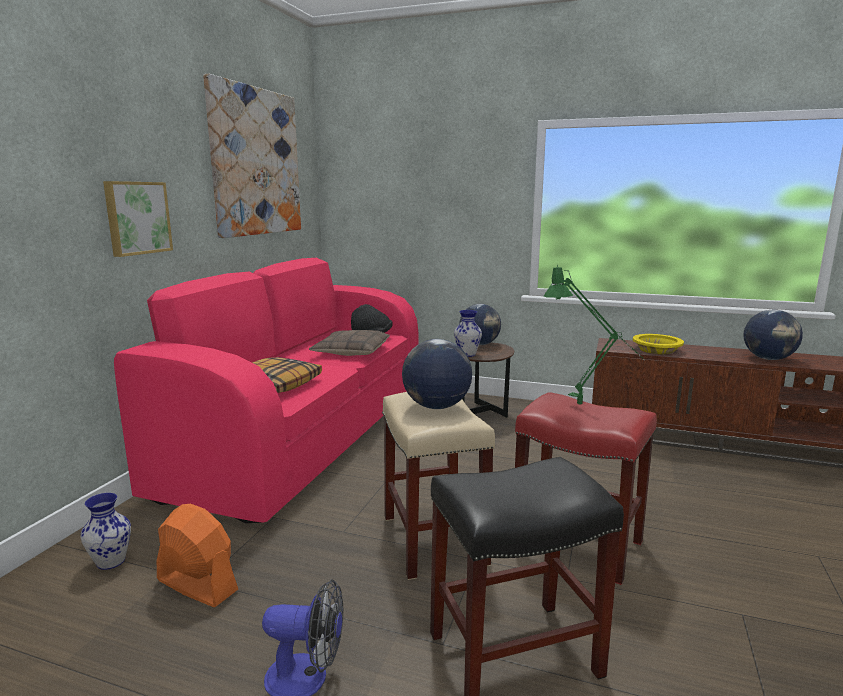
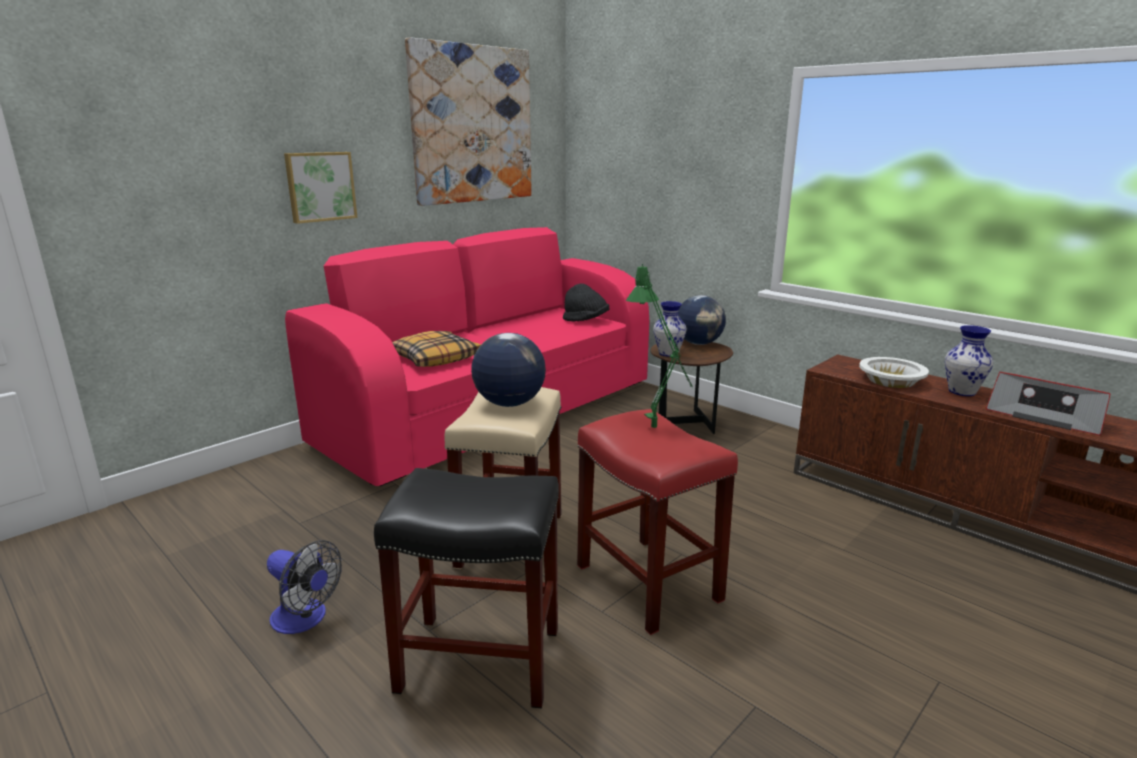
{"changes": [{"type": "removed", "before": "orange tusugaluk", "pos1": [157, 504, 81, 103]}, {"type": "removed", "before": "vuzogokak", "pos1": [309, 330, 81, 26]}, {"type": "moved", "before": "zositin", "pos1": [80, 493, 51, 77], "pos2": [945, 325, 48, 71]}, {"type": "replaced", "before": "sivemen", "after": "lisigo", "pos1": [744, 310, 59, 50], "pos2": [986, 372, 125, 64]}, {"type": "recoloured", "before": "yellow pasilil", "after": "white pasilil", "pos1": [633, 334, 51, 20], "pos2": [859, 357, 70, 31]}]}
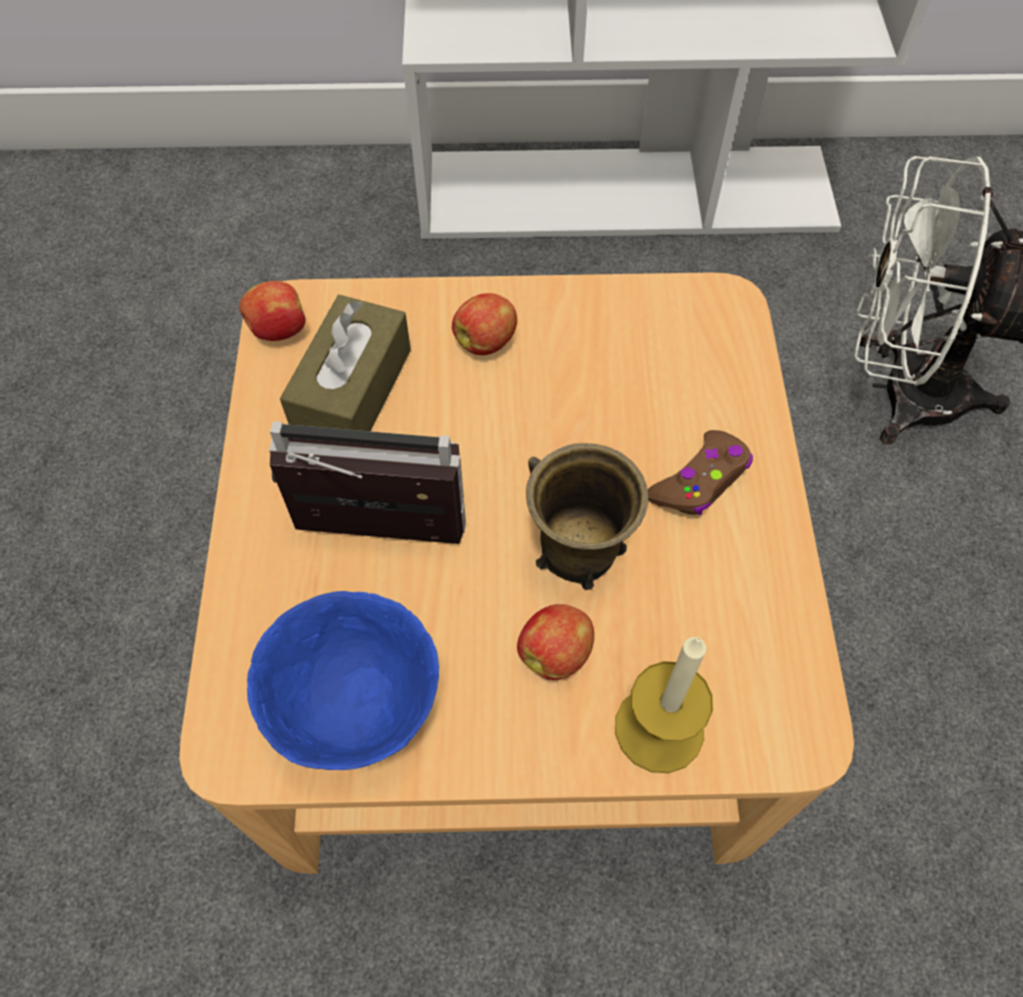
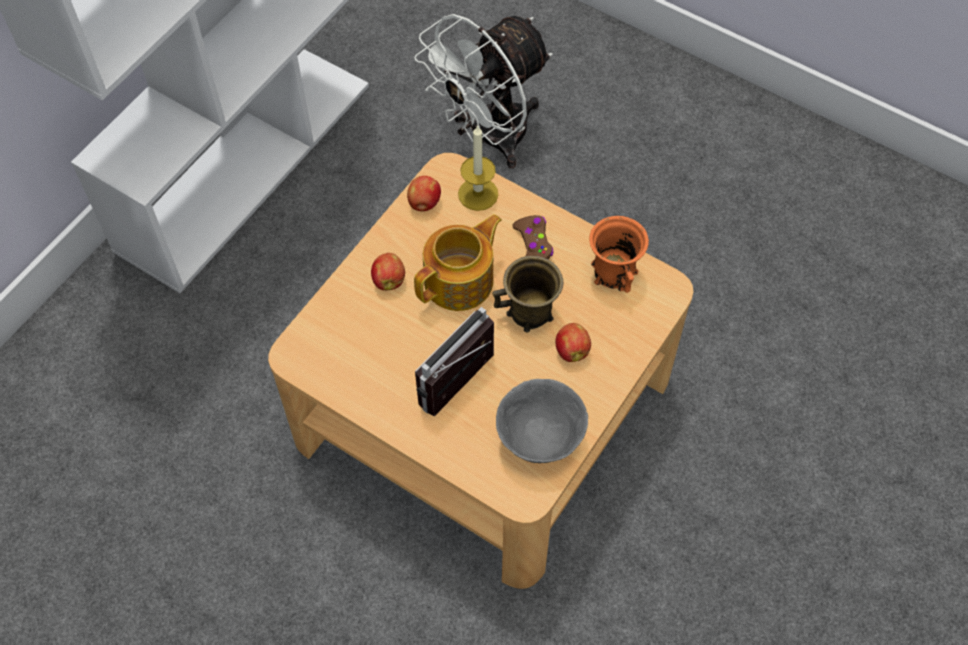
{"changes": [{"type": "removed", "before": "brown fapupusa", "pos1": [280, 295, 131, 136]}, {"type": "added", "after": "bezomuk", "pos2": [414, 214, 88, 97]}, {"type": "added", "after": "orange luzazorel", "pos2": [589, 216, 60, 77]}, {"type": "moved", "before": "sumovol", "pos1": [239, 281, 67, 60], "pos2": [407, 176, 34, 35]}, {"type": "moved", "before": "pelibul", "pos1": [615, 637, 98, 136], "pos2": [458, 125, 40, 86]}, {"type": "recoloured", "before": "blue pasilil", "after": "grey pasilil", "pos1": [247, 591, 192, 179], "pos2": [496, 379, 92, 84]}]}
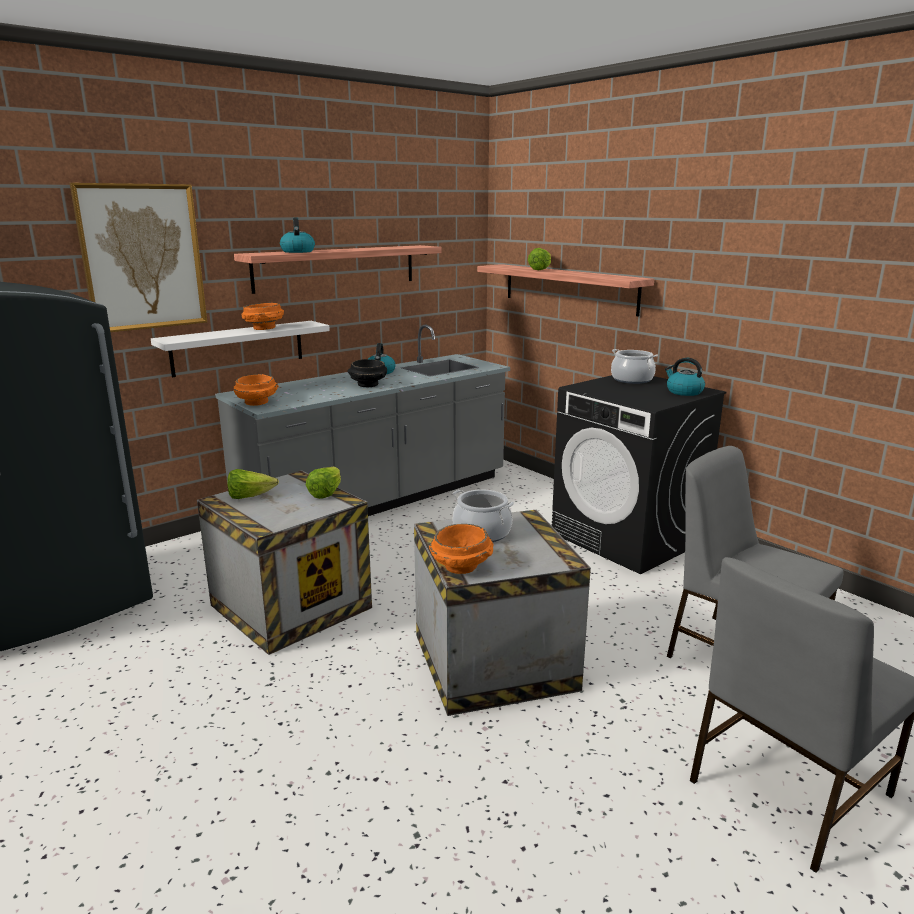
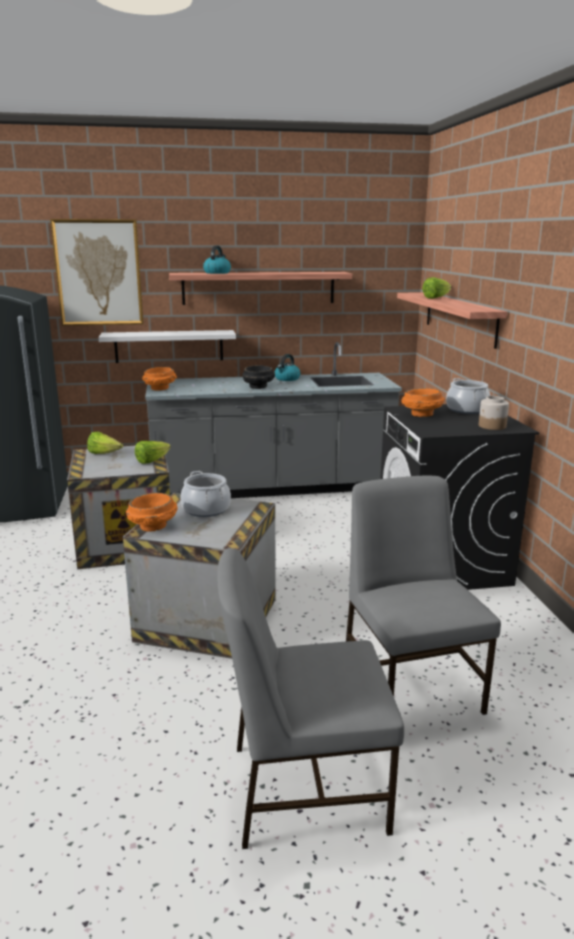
{"changes": [{"type": "moved", "before": "orange pasilil", "pos1": [242, 303, 42, 27], "pos2": [402, 388, 43, 29]}, {"type": "replaced", "before": "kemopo", "after": "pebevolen", "pos1": [665, 358, 40, 38], "pos2": [479, 396, 30, 34]}]}
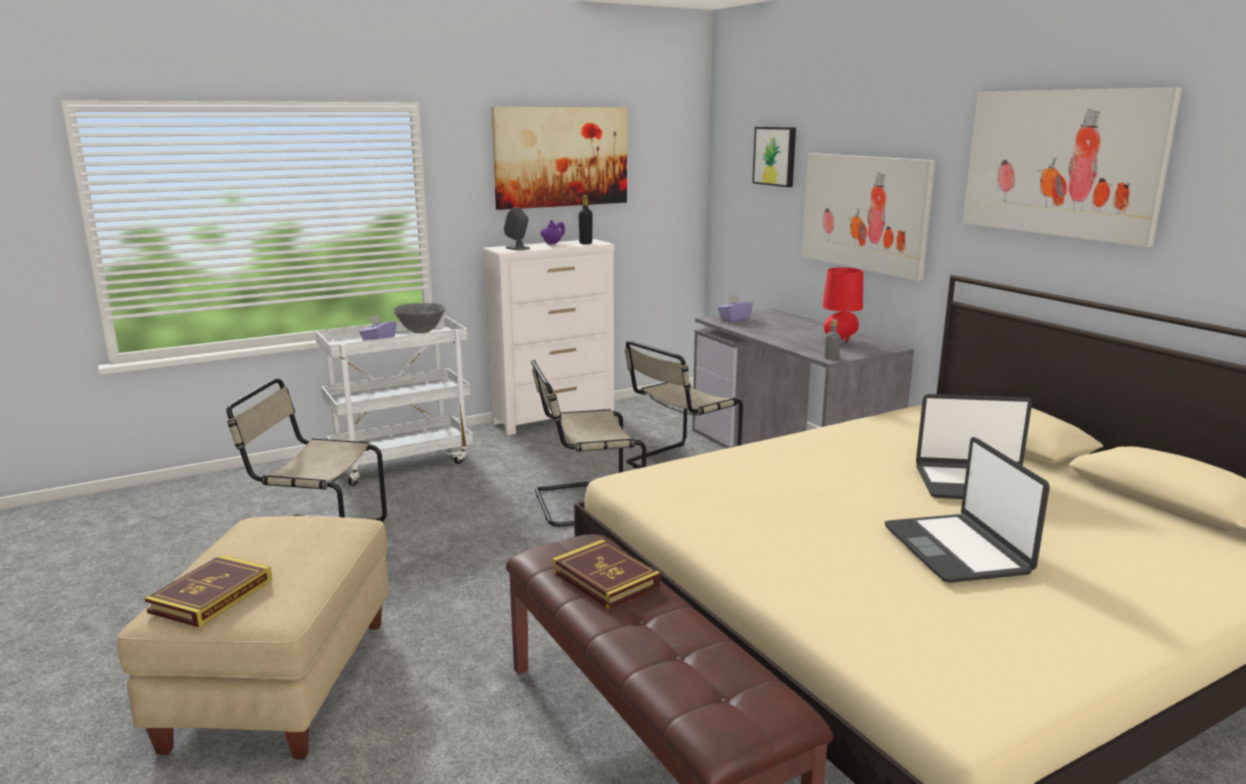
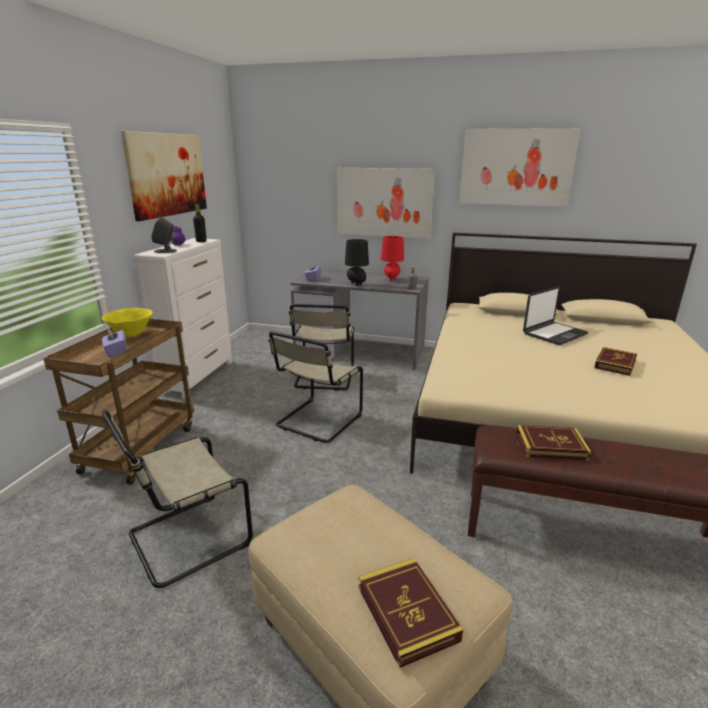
{"changes": [{"type": "removed", "before": "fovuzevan", "pos1": [752, 127, 44, 60]}, {"type": "added", "after": "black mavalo", "pos2": [345, 239, 24, 47]}, {"type": "replaced", "before": "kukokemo", "after": "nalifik", "pos1": [885, 437, 165, 146], "pos2": [594, 347, 43, 29]}, {"type": "recoloured", "before": "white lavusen", "after": "brown lavusen", "pos1": [315, 316, 159, 170], "pos2": [43, 319, 151, 166]}, {"type": "recoloured", "before": "grey pasilil", "after": "yellow pasilil", "pos1": [392, 303, 54, 30], "pos2": [102, 308, 51, 29]}]}
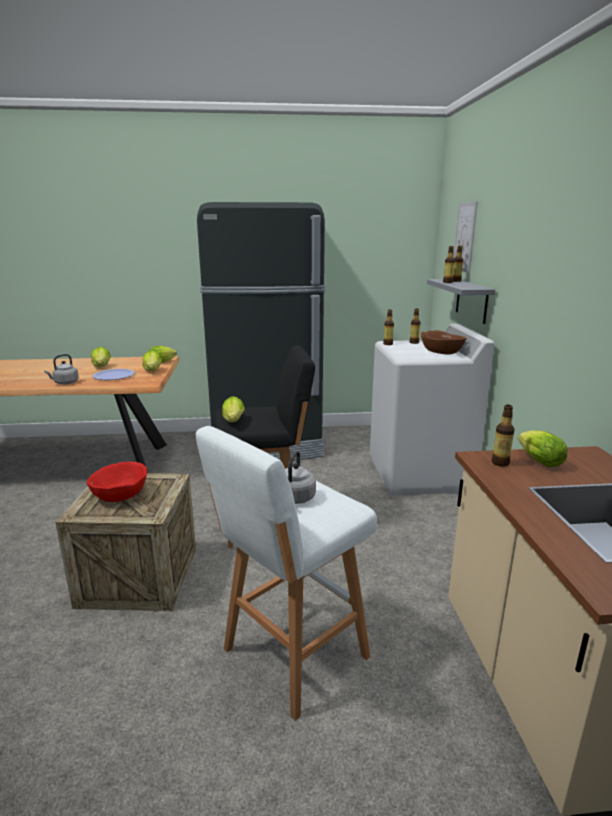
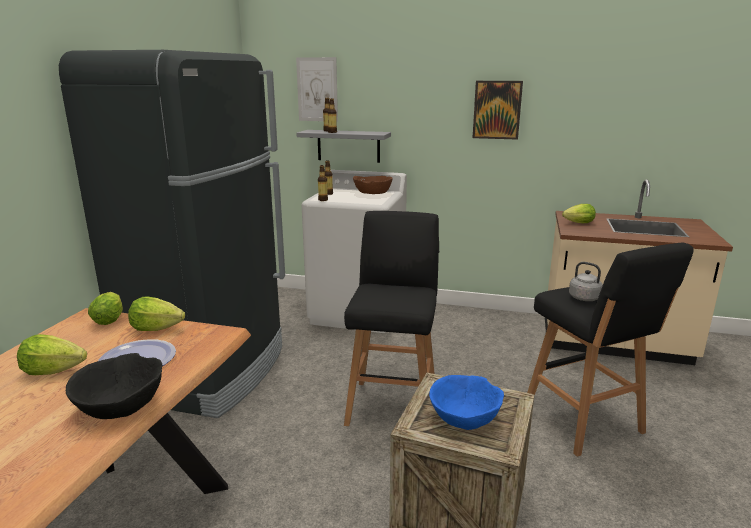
{"changes": [{"type": "removed", "before": "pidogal", "pos1": [222, 396, 23, 26]}, {"type": "removed", "before": "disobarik", "pos1": [492, 405, 23, 62]}, {"type": "added", "after": "fovuzevan", "pos2": [473, 81, 50, 59]}, {"type": "replaced", "before": "grey kemopo", "after": "black pasilil", "pos1": [44, 354, 35, 30], "pos2": [66, 353, 96, 66]}, {"type": "recoloured", "before": "red pasilil", "after": "blue pasilil", "pos1": [87, 462, 60, 40], "pos2": [429, 375, 75, 55]}, {"type": "recoloured", "before": "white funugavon", "after": "black funugavon", "pos1": [196, 426, 181, 295], "pos2": [527, 243, 167, 214]}]}
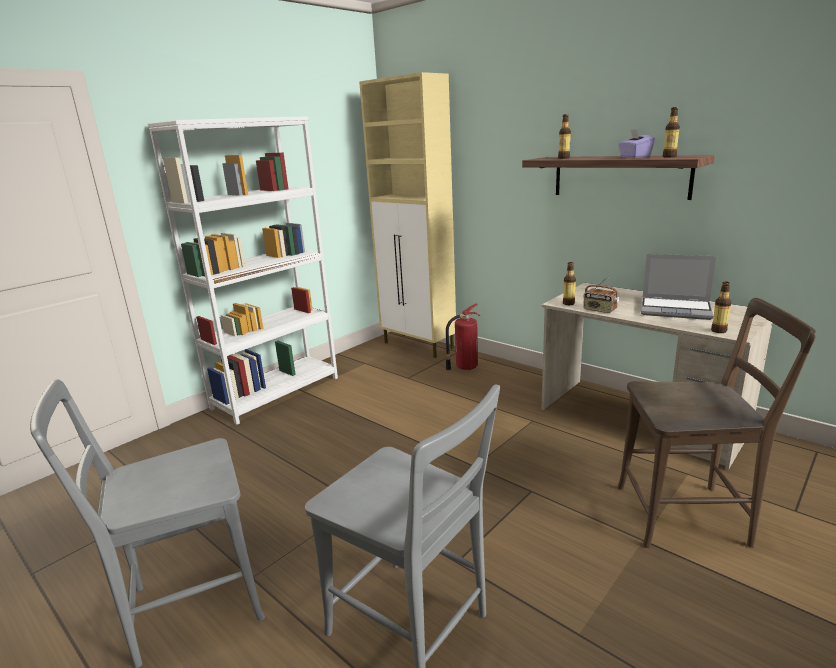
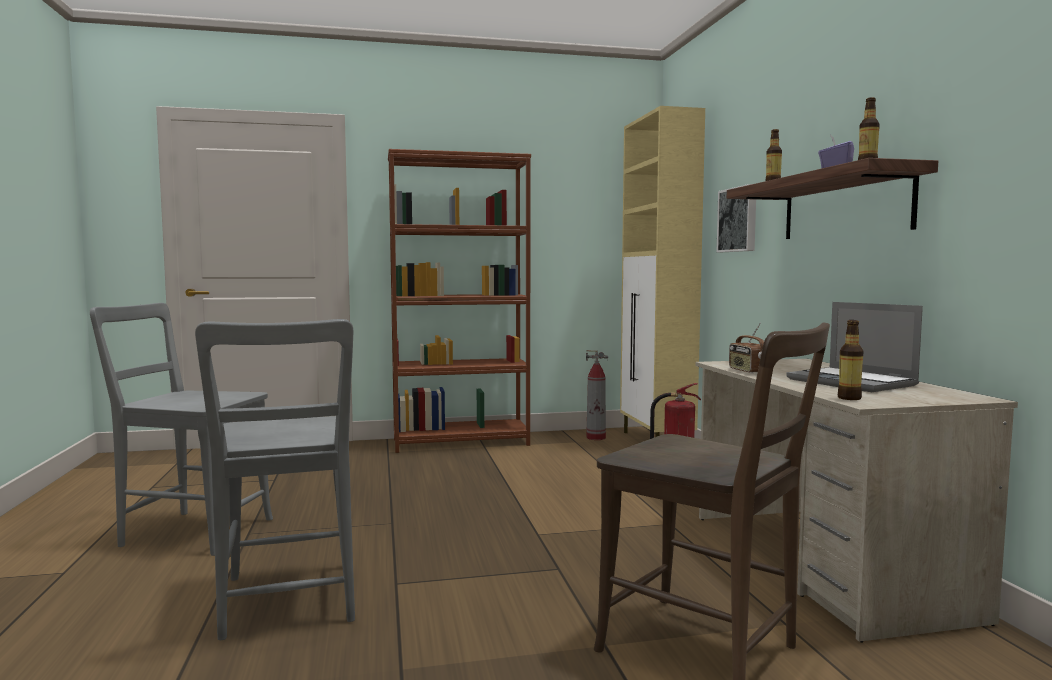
{"changes": [{"type": "removed", "before": "disobarik", "pos1": [563, 262, 13, 43]}, {"type": "added", "after": "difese", "pos2": [586, 350, 22, 90]}, {"type": "added", "after": "fovuzevan", "pos2": [717, 184, 39, 68]}, {"type": "recoloured", "before": "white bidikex", "after": "brown bidikex", "pos1": [147, 116, 191, 309], "pos2": [388, 149, 143, 304]}]}
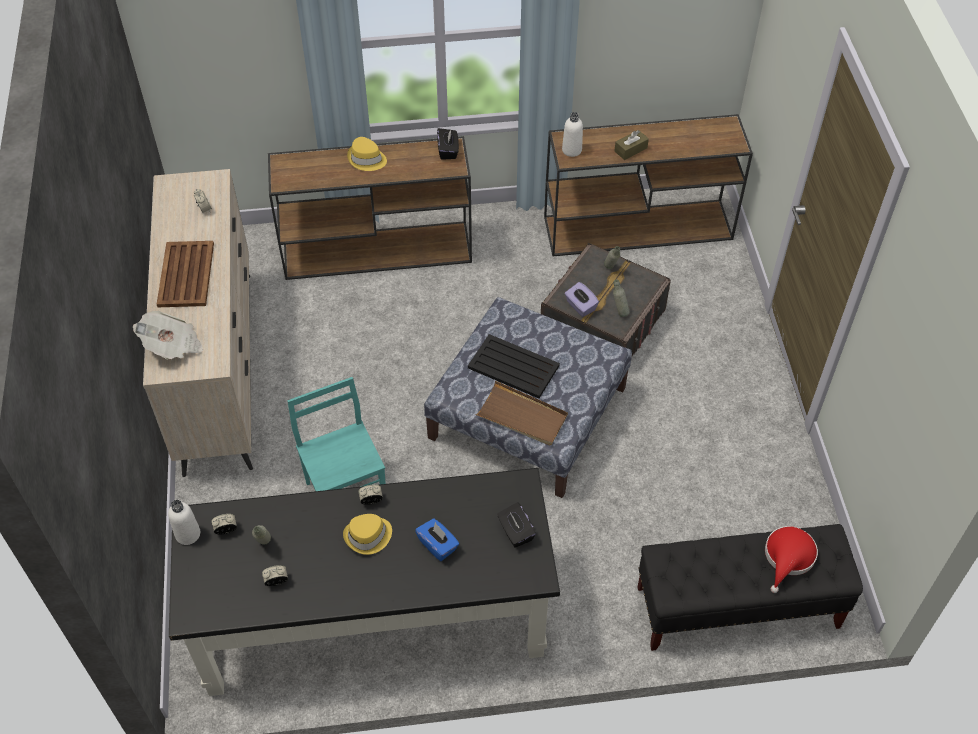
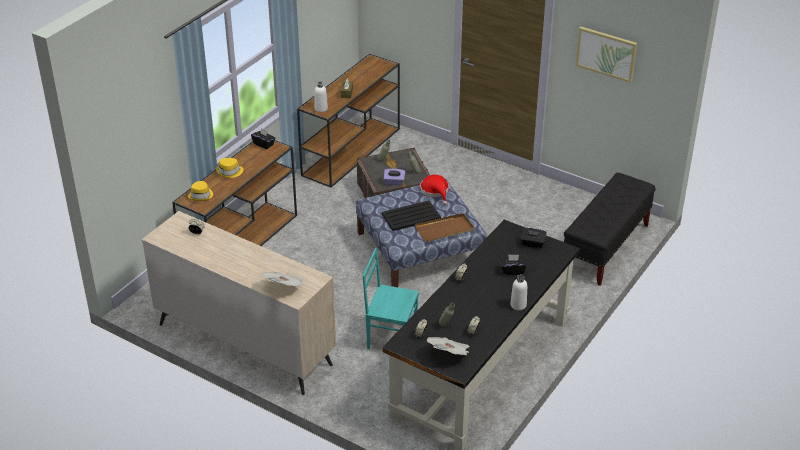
{"changes": [{"type": "removed", "before": "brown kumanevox", "pos1": [157, 241, 57, 66]}, {"type": "added", "after": "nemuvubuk", "pos2": [427, 337, 42, 18]}, {"type": "added", "after": "fovuzevan", "pos2": [576, 27, 61, 56]}, {"type": "moved", "before": "white disobarik", "pos1": [168, 500, 32, 45], "pos2": [511, 275, 16, 35]}, {"type": "moved", "before": "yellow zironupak", "pos1": [343, 514, 49, 41], "pos2": [188, 181, 25, 20]}, {"type": "moved", "before": "red zironupak", "pos1": [765, 526, 53, 67], "pos2": [420, 175, 29, 30]}, {"type": "recoloured", "before": "blue fapupusa", "after": "black fapupusa", "pos1": [415, 518, 44, 43], "pos2": [500, 254, 27, 21]}]}
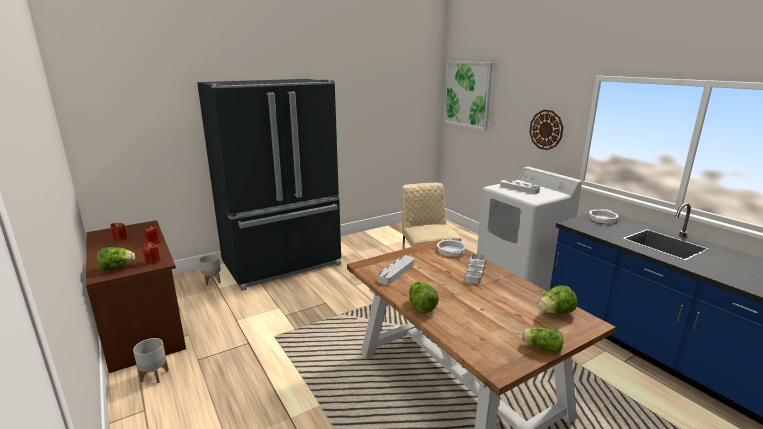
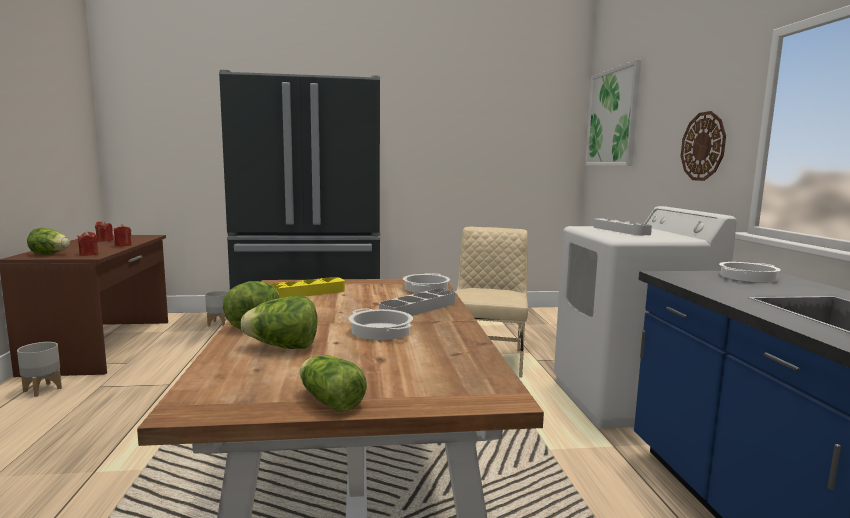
{"changes": [{"type": "added", "after": "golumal", "pos2": [349, 308, 64, 32]}, {"type": "moved", "before": "pidogal", "pos1": [538, 285, 39, 30], "pos2": [241, 296, 76, 53]}, {"type": "recoloured", "before": "grey kumanevox", "after": "yellow kumanevox", "pos1": [377, 256, 37, 29], "pos2": [270, 277, 75, 21]}]}
